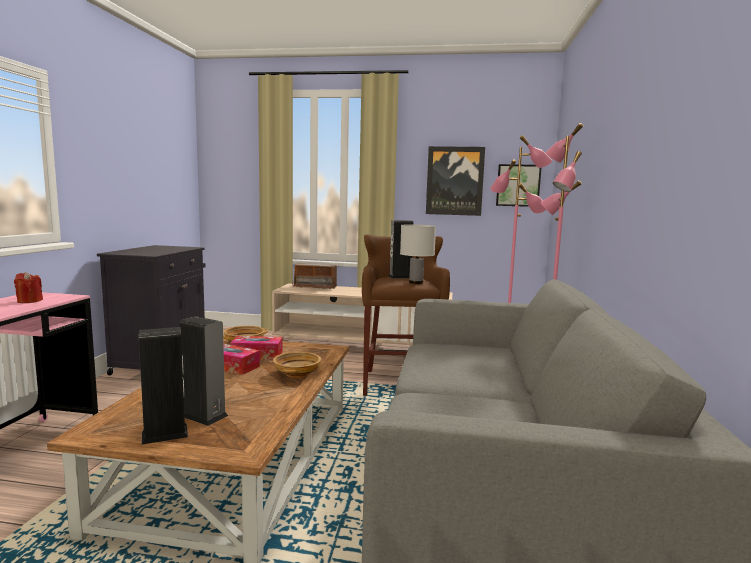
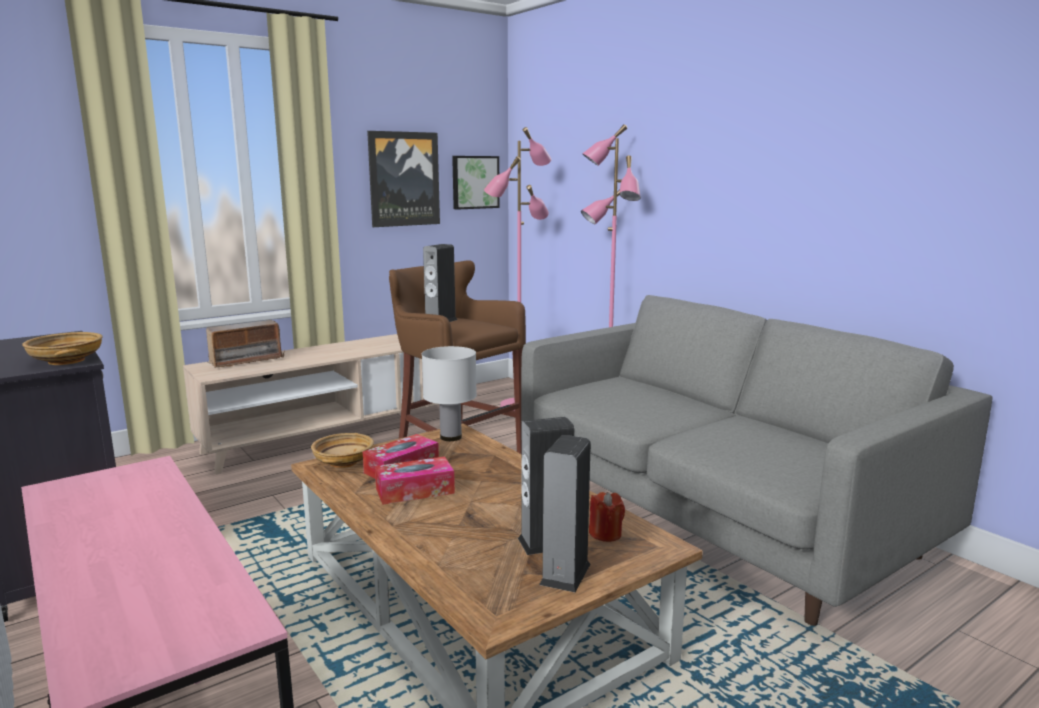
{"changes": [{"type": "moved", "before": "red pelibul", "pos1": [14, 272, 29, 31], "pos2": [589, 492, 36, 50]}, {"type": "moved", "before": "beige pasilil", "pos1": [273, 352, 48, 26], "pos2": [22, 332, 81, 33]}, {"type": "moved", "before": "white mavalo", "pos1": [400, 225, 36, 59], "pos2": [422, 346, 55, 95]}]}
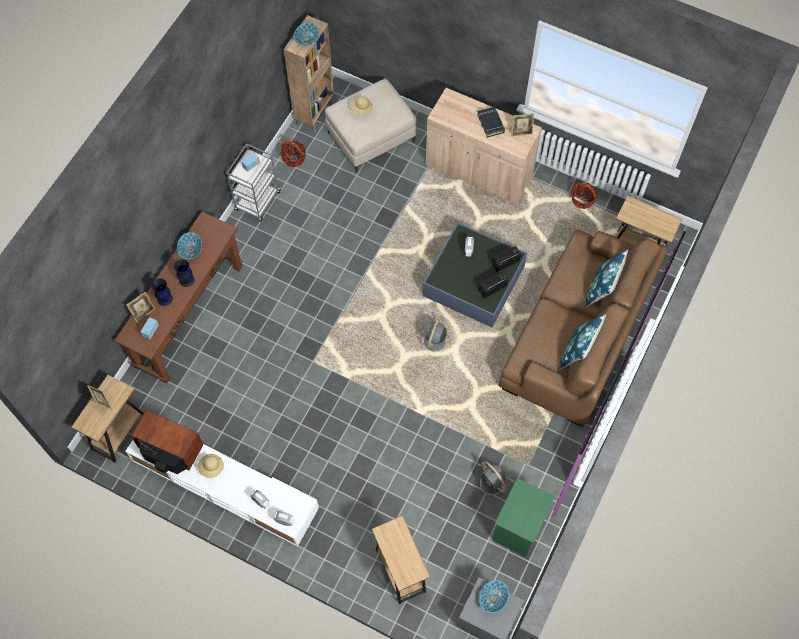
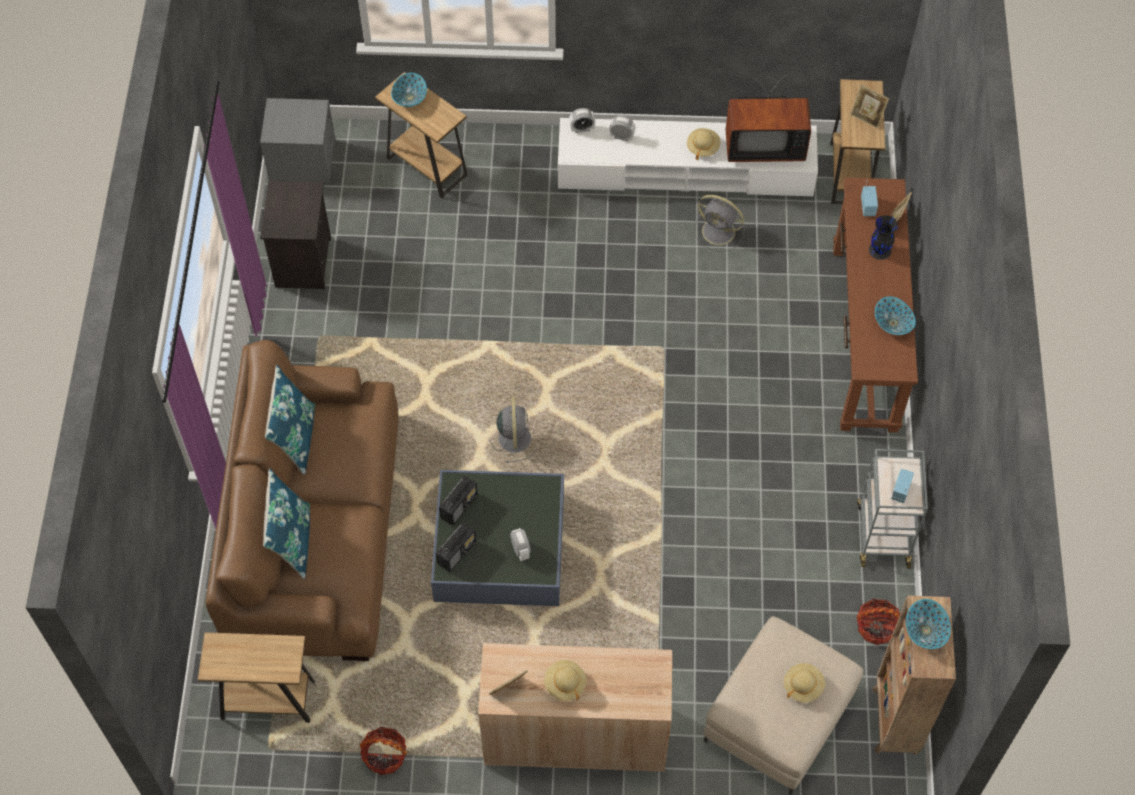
{"changes": [{"type": "removed", "before": "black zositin", "pos1": [174, 259, 20, 28]}, {"type": "moved", "before": "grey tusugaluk", "pos1": [473, 461, 37, 41], "pos2": [694, 195, 51, 57]}, {"type": "moved", "before": "pasilil", "pos1": [479, 580, 30, 33], "pos2": [391, 73, 36, 34]}, {"type": "replaced", "before": "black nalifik", "after": "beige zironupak", "pos1": [477, 107, 28, 31], "pos2": [544, 660, 43, 41]}, {"type": "recoloured", "before": "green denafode", "after": "black denafode", "pos1": [492, 478, 63, 79], "pos2": [260, 180, 71, 109]}]}
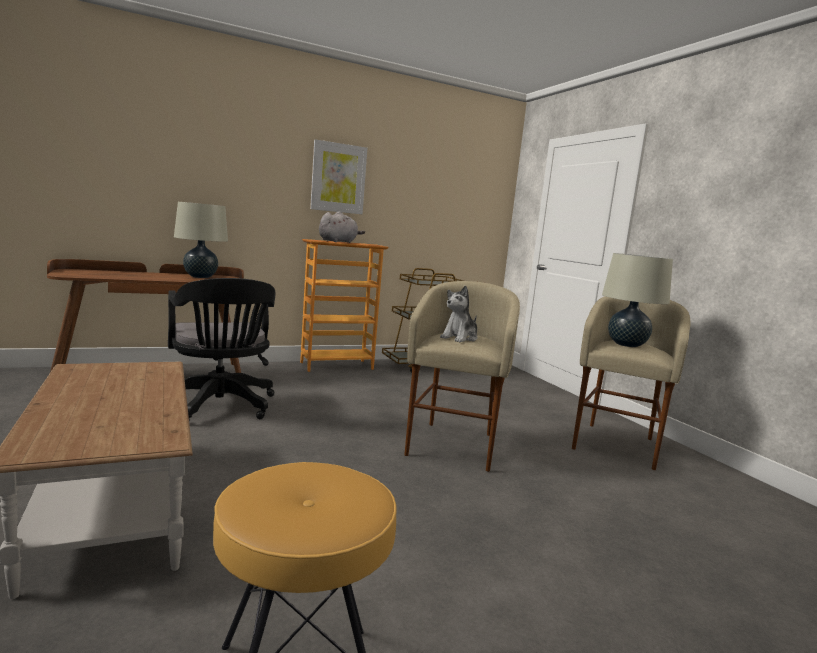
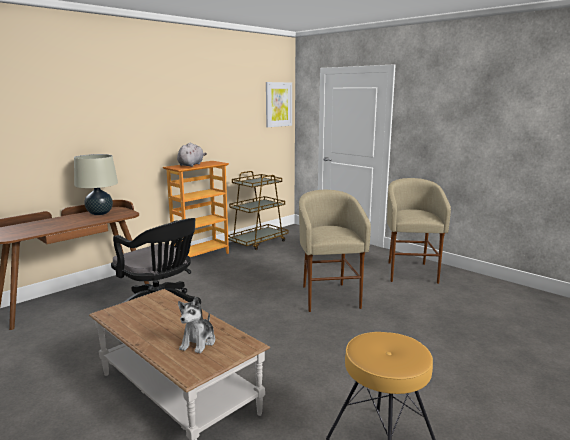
{"changes": [{"type": "removed", "before": "beige mavalo", "pos1": [602, 253, 71, 94]}, {"type": "moved", "before": "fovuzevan", "pos1": [310, 139, 57, 75], "pos2": [266, 82, 26, 45]}, {"type": "moved", "before": "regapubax", "pos1": [440, 286, 38, 56], "pos2": [178, 297, 37, 56]}]}
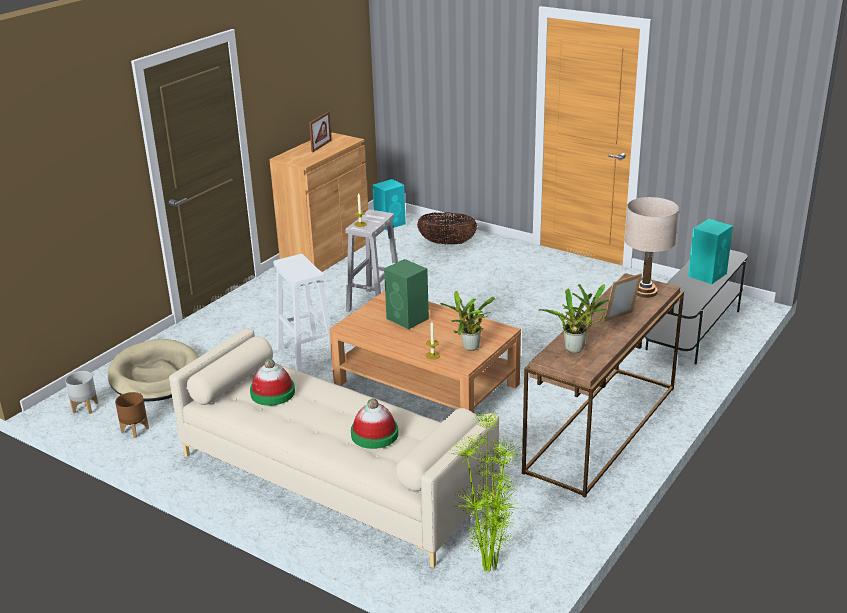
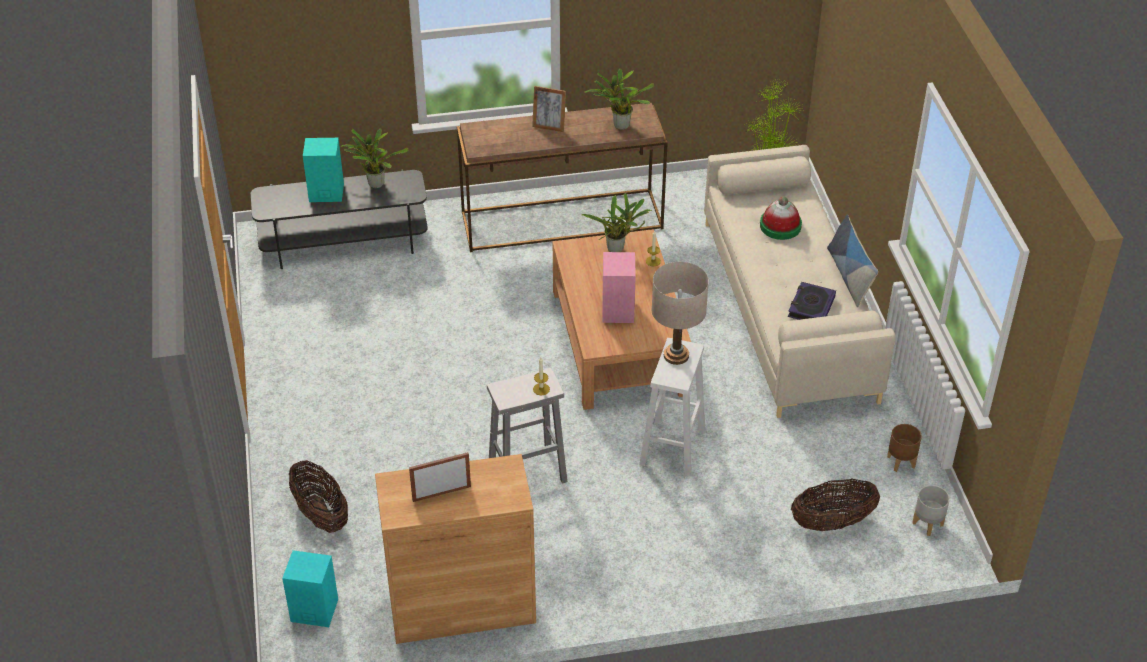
{"changes": [{"type": "added", "after": "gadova", "pos2": [341, 129, 68, 59]}, {"type": "added", "after": "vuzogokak", "pos2": [827, 214, 51, 93]}, {"type": "moved", "before": "beige mavalo", "pos1": [625, 197, 54, 101], "pos2": [652, 262, 57, 103]}, {"type": "replaced", "before": "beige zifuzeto", "after": "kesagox", "pos1": [107, 339, 92, 62], "pos2": [791, 479, 89, 52]}, {"type": "replaced", "before": "zironupak", "after": "nalifik", "pos1": [250, 359, 45, 47], "pos2": [788, 282, 48, 38]}, {"type": "recoloured", "before": "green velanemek", "after": "pink velanemek", "pos1": [384, 259, 45, 70], "pos2": [603, 252, 33, 71]}]}
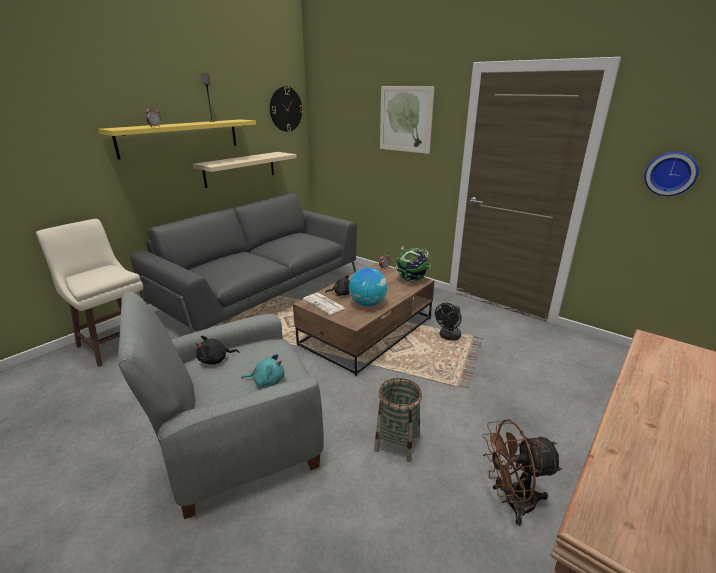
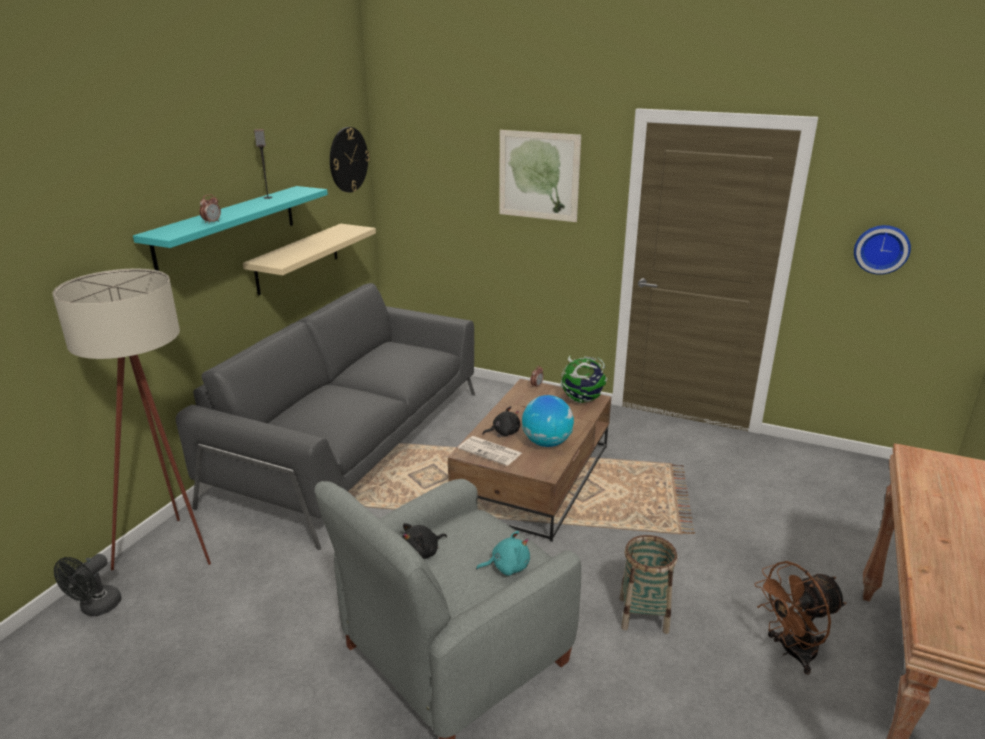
{"changes": [{"type": "moved", "before": "black tusugaluk", "pos1": [435, 303, 27, 38], "pos2": [54, 554, 67, 62]}, {"type": "replaced", "before": "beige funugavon", "after": "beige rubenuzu", "pos1": [36, 219, 107, 148], "pos2": [52, 268, 159, 302]}, {"type": "recoloured", "before": "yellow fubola", "after": "turquoise fubola", "pos1": [98, 119, 158, 41], "pos2": [133, 186, 195, 85]}]}
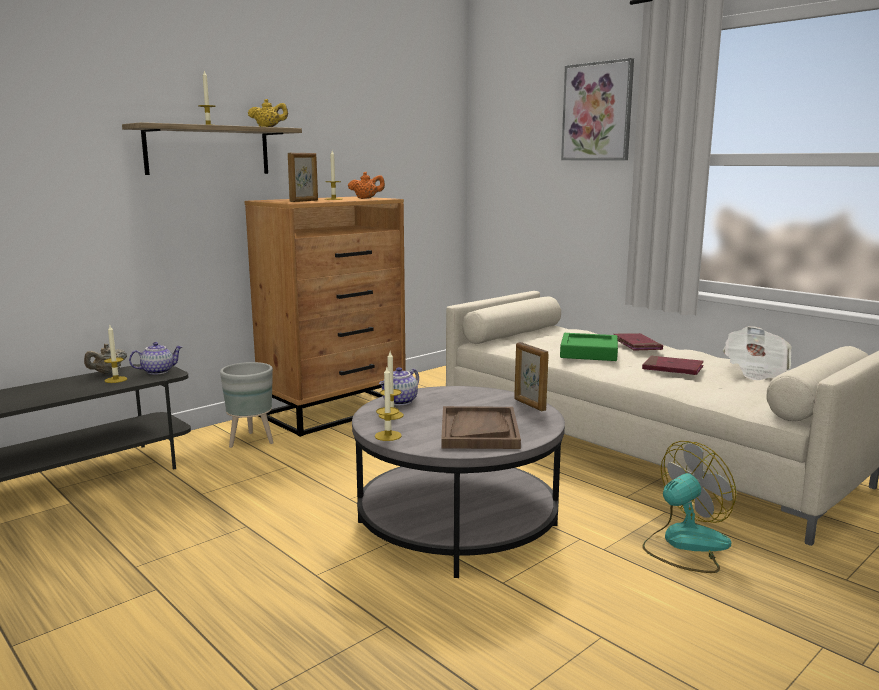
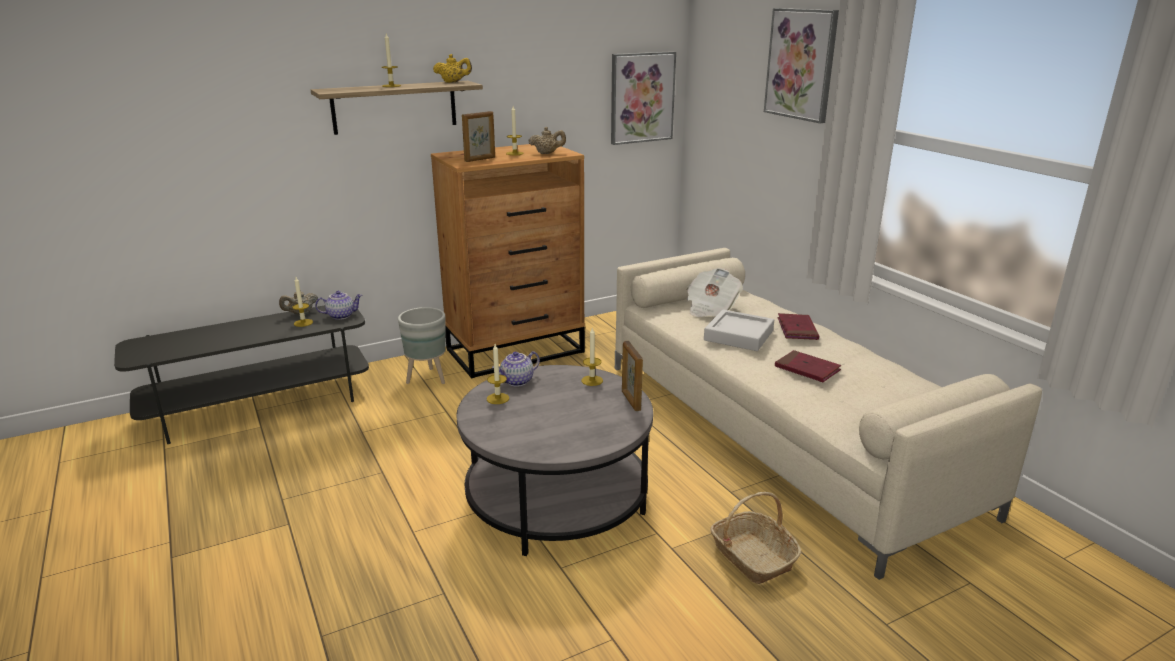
{"changes": [{"type": "removed", "before": "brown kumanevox", "pos1": [441, 406, 80, 43]}, {"type": "added", "after": "fovuzevan", "pos2": [611, 51, 65, 94]}, {"type": "moved", "before": "pelibul", "pos1": [375, 367, 27, 74], "pos2": [581, 328, 22, 58]}, {"type": "moved", "before": "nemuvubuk", "pos1": [723, 326, 69, 54], "pos2": [687, 268, 56, 49]}, {"type": "replaced", "before": "tusugaluk", "after": "kesagox", "pos1": [642, 441, 94, 132], "pos2": [710, 492, 92, 92]}, {"type": "recoloured", "before": "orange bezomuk", "after": "beige bezomuk", "pos1": [348, 172, 37, 27], "pos2": [528, 127, 38, 27]}, {"type": "recoloured", "before": "green kumanevox", "after": "grey kumanevox", "pos1": [560, 333, 58, 28], "pos2": [704, 309, 70, 42]}]}
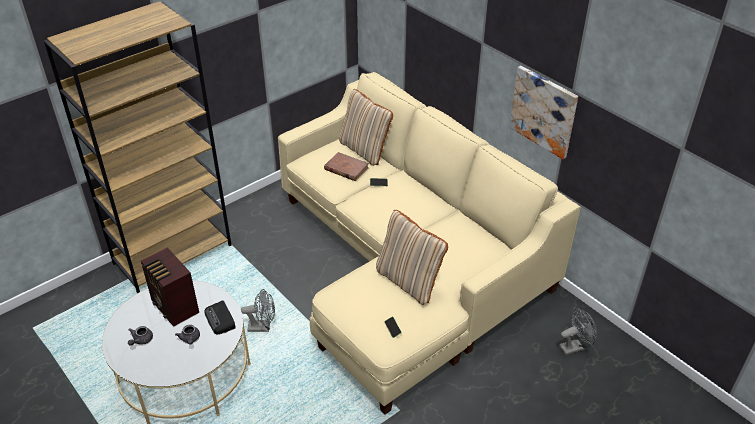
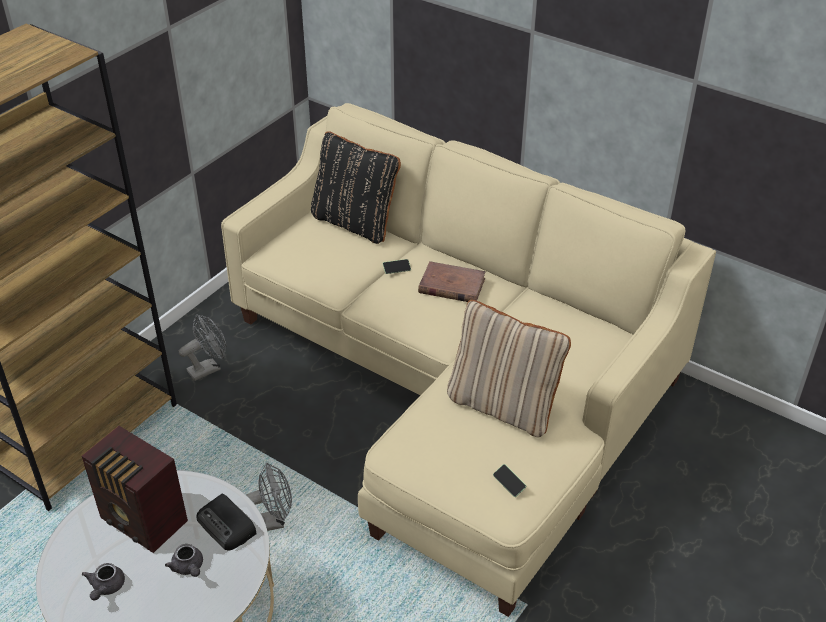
{"changes": [{"type": "removed", "before": "fovuzevan", "pos1": [510, 66, 68, 93]}, {"type": "moved", "before": "brown nalifik", "pos1": [324, 152, 45, 29], "pos2": [418, 261, 68, 41]}, {"type": "moved", "before": "grey tusugaluk", "pos1": [559, 308, 38, 47], "pos2": [179, 314, 48, 67]}, {"type": "recoloured", "before": "beige vuzogokak", "after": "black vuzogokak", "pos1": [339, 89, 54, 77], "pos2": [311, 131, 90, 113]}]}
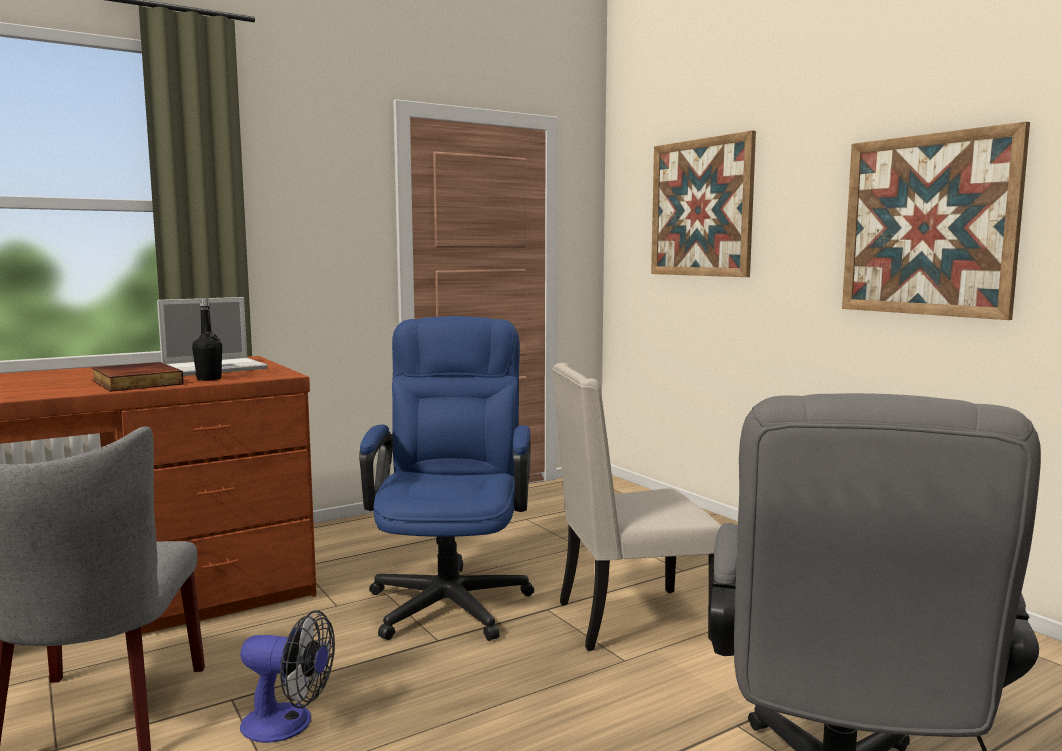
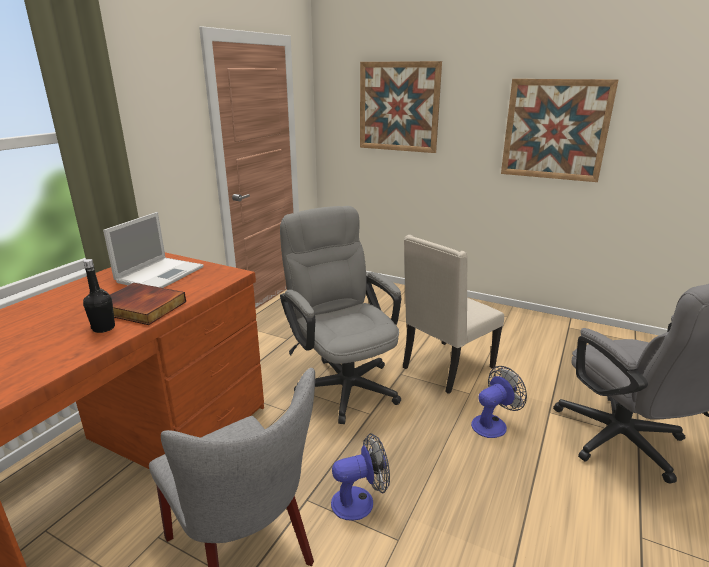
{"changes": [{"type": "added", "after": "tusugaluk", "pos2": [471, 366, 56, 72]}, {"type": "moved", "before": "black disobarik", "pos1": [192, 298, 30, 83], "pos2": [83, 259, 32, 74]}, {"type": "recoloured", "before": "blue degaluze", "after": "grey degaluze", "pos1": [359, 316, 175, 325], "pos2": [280, 206, 121, 218]}]}
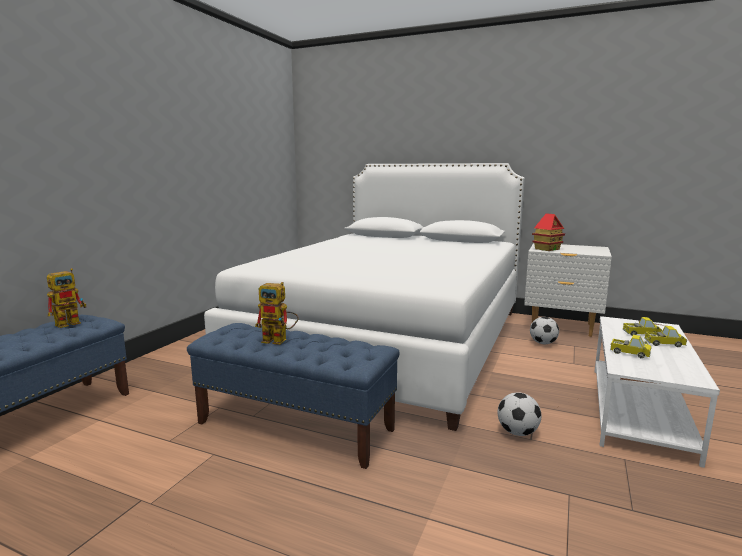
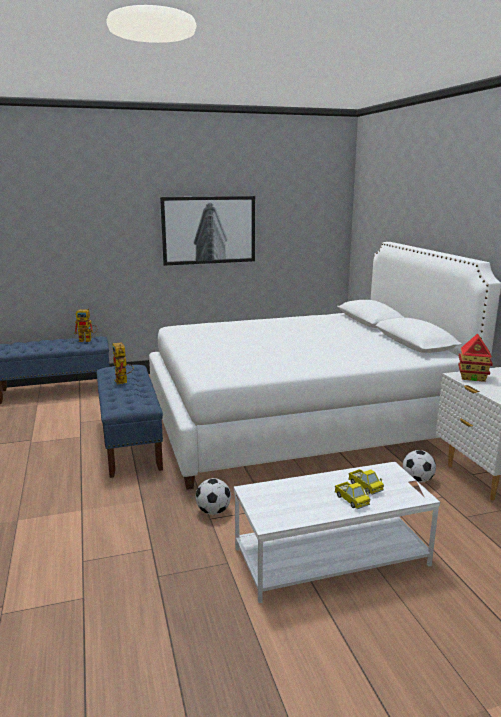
{"changes": [{"type": "removed", "before": "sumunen", "pos1": [610, 335, 42, 23]}, {"type": "added", "after": "fovuzevan", "pos2": [160, 196, 95, 70]}]}
